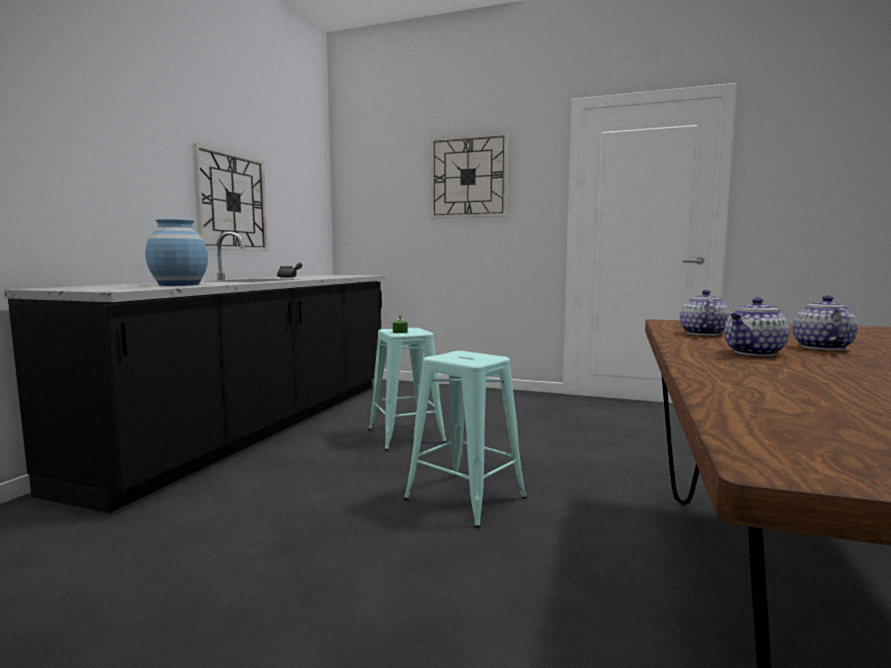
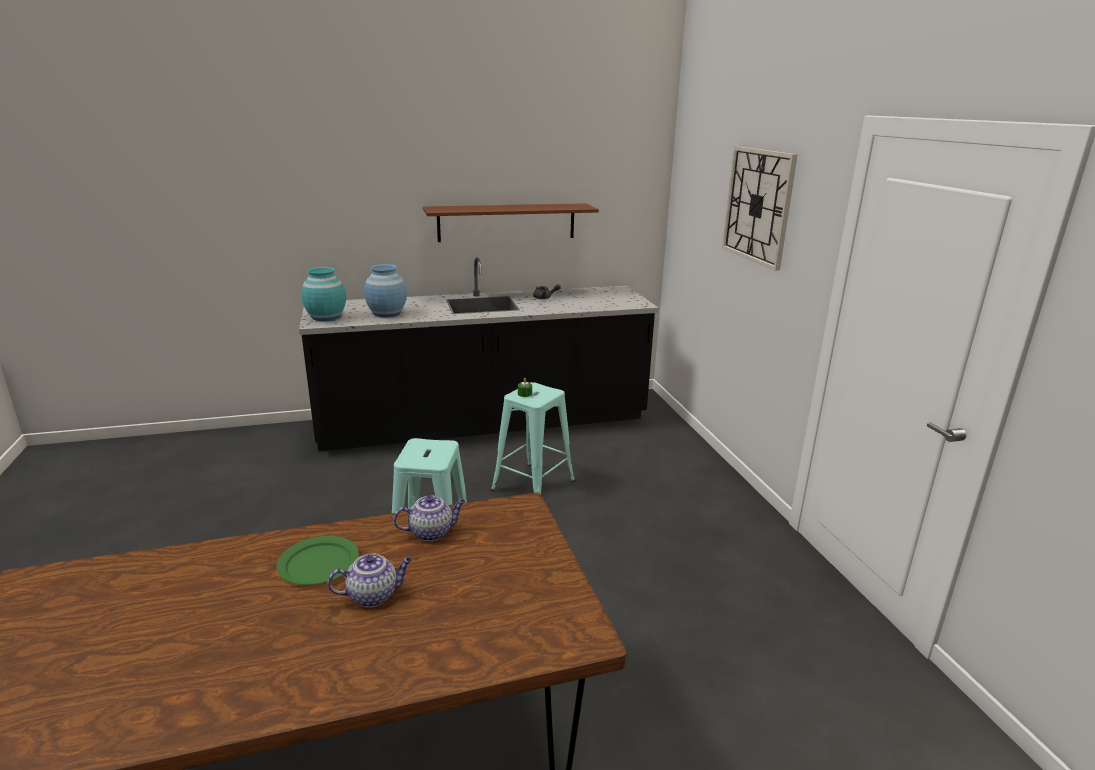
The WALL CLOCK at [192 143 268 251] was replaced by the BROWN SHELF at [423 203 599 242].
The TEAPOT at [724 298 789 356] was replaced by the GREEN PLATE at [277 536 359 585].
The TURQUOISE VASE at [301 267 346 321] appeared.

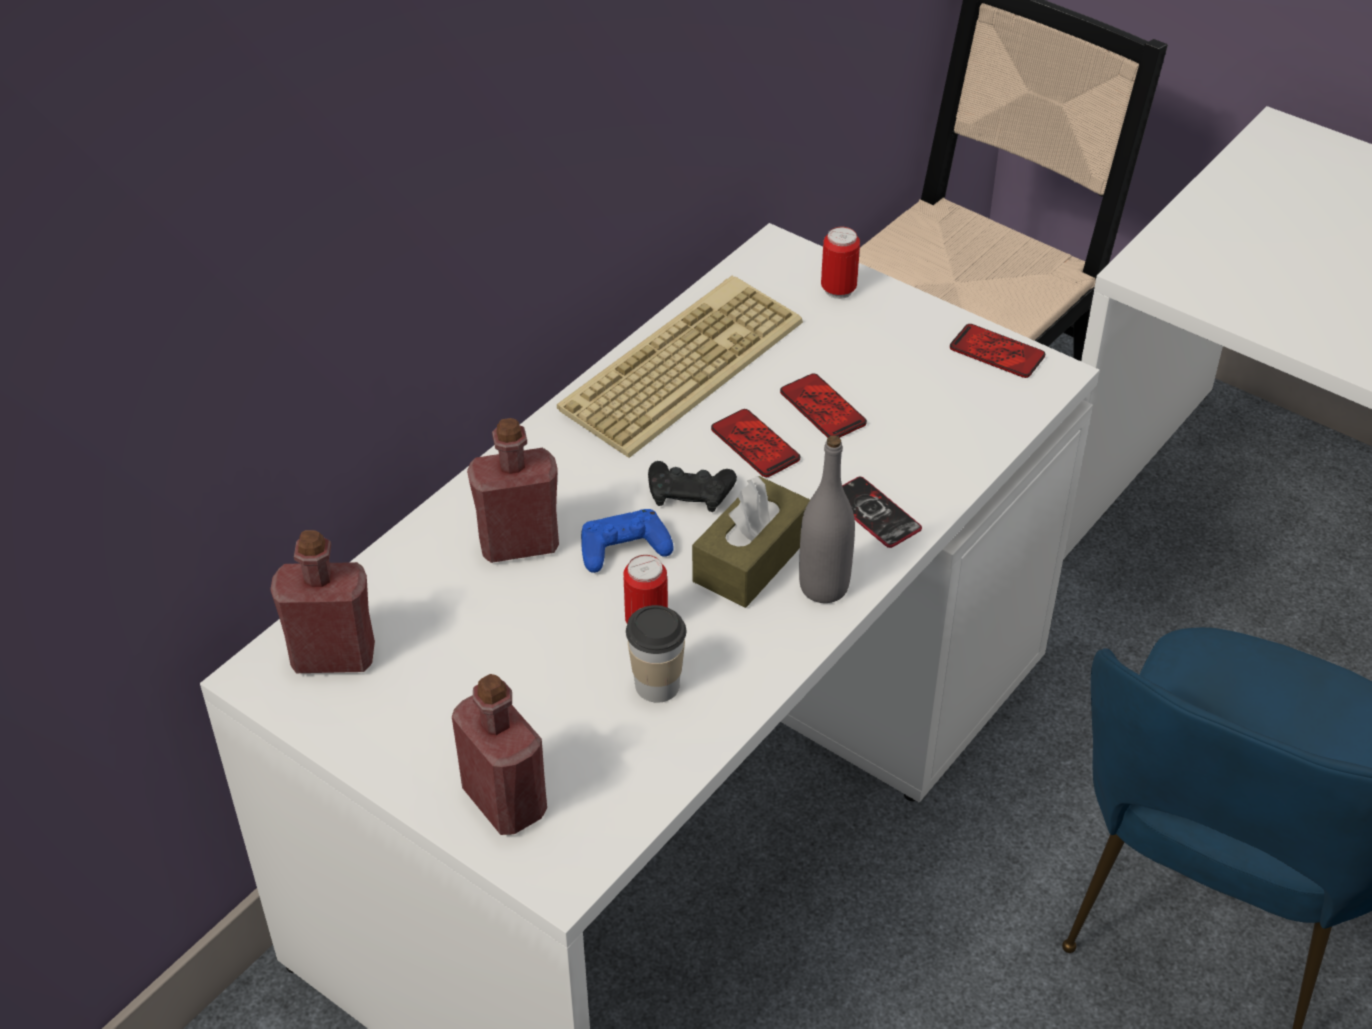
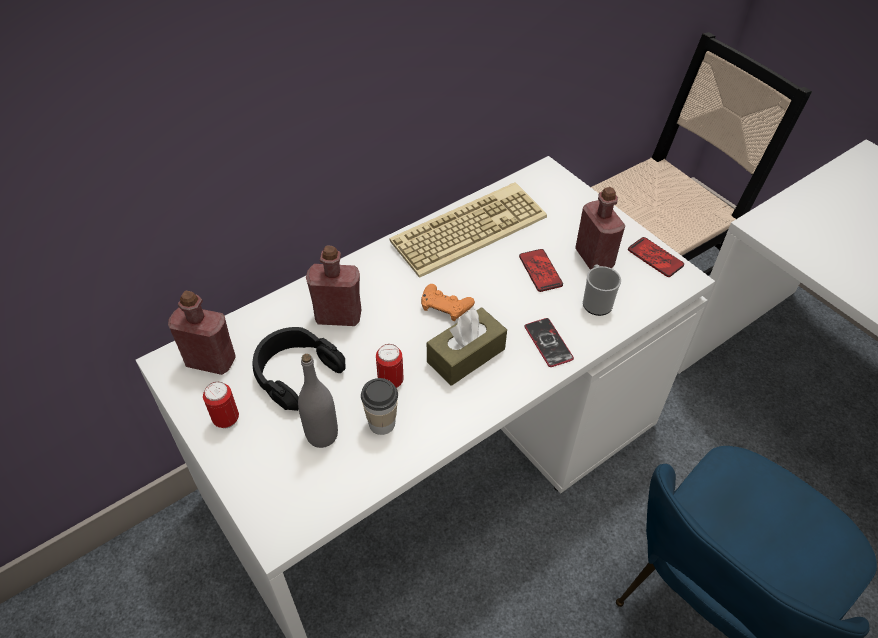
The RED BOTTLE moved from [452 674 547 835] to [575 187 625 270].
The BLUE GAME CONTROLLER at [581 509 674 573] disappeared.
The BLACK GAME CONTROLLER at [648 461 737 512] became the ORANGE GAME CONTROLLER at [421 284 475 321].
The PHONE at [711 409 800 477] disappeared.
The GREY BOTTLE moved from [799 436 855 603] to [298 354 338 448].
The CAN moved from [821 227 860 299] to [203 382 239 428].
The BLACK HEADPHONES at [253 327 345 411] appeared.
The MUG at [583 264 621 316] appeared.

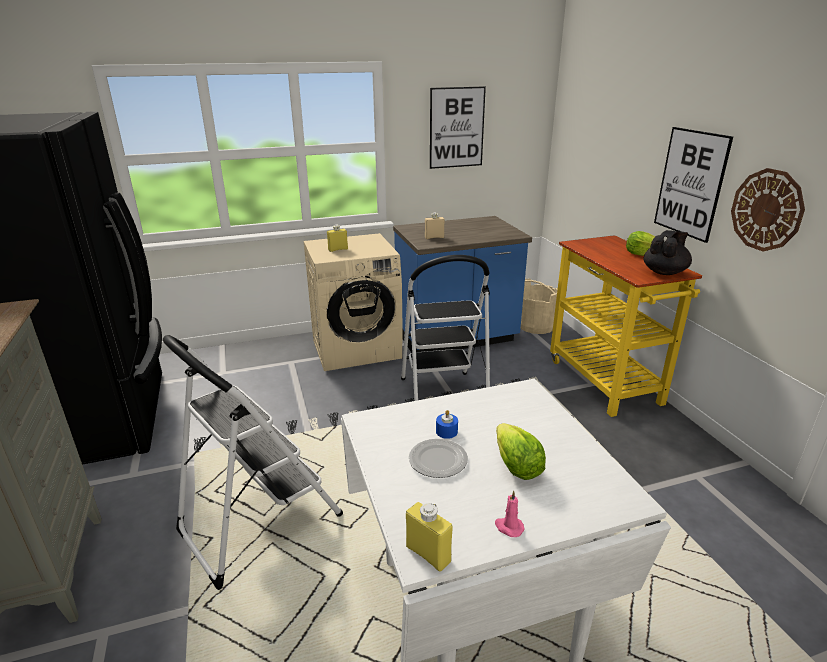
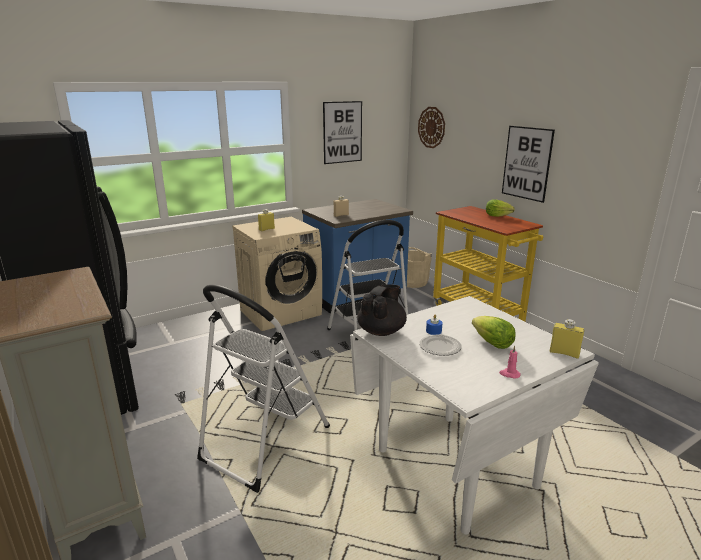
The YELLOW BOTTLE moved from [406 502 452 572] to [550 319 584 359].
The BLACK TEAPOT moved from [644 230 692 275] to [357 284 407 336].
The WALL CLOCK moved from [731 168 805 251] to [418 107 445 148].

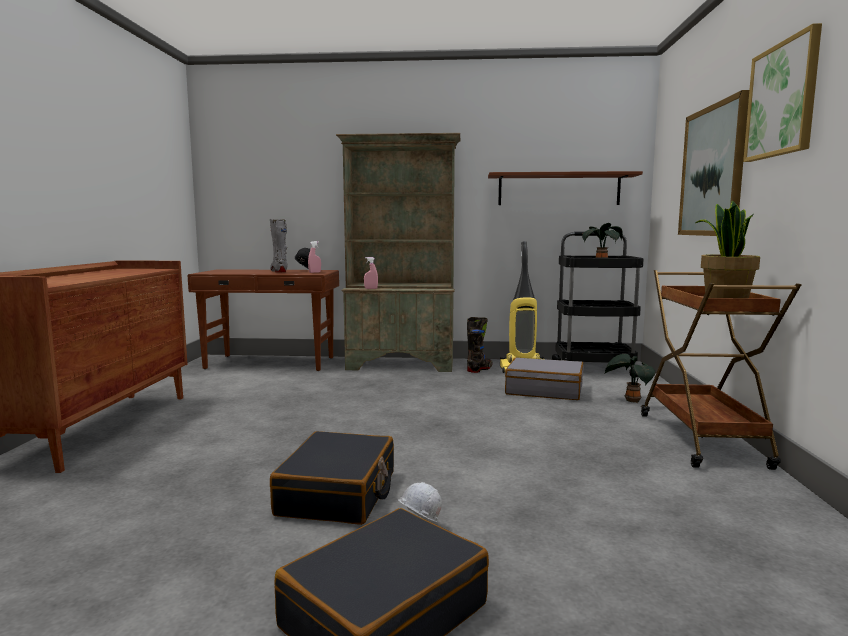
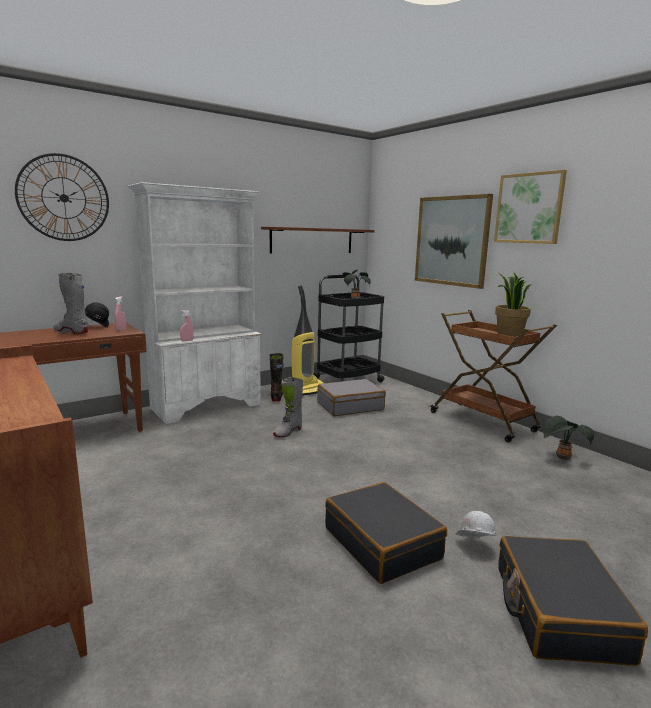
The GREEN BOOKCASE at [336 133 460 372] became the WHITE BOOKCASE at [128 182 262 424].
The POTTED PLANT moved from [605 354 656 403] to [544 416 594 460].
The WALL CLOCK at [15 153 109 241] appeared.
The GREY BOOT at [273 377 303 438] appeared.

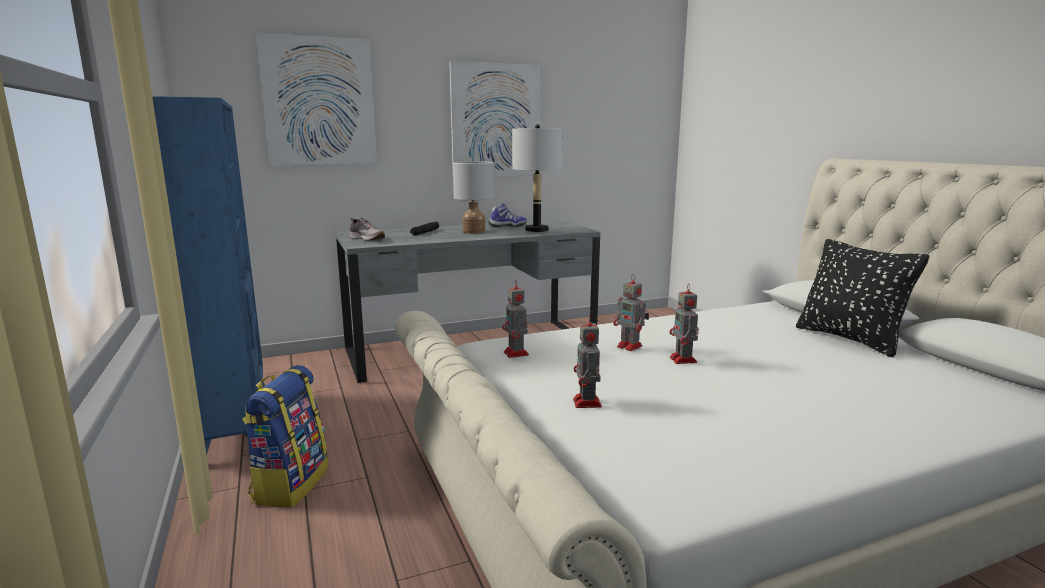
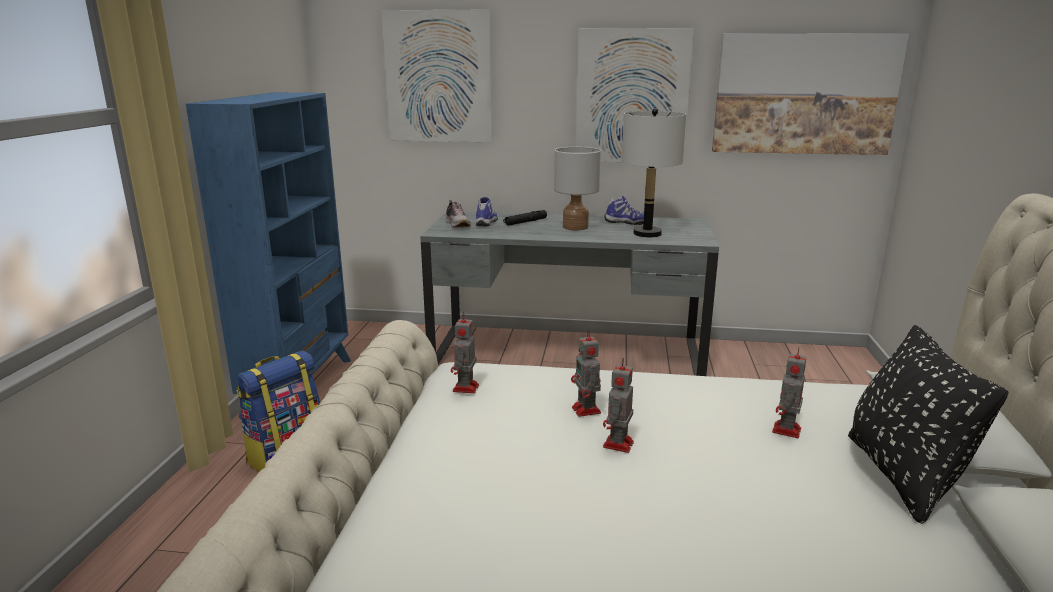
The TOY ROBOT moved from [573 314 602 408] to [772 348 807 438].
The SHOE at [476 197 498 227] appeared.
The PICTURE at [712 33 909 155] appeared.

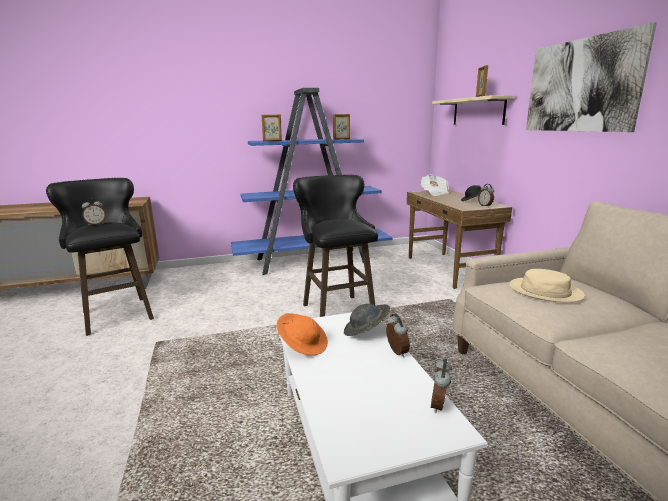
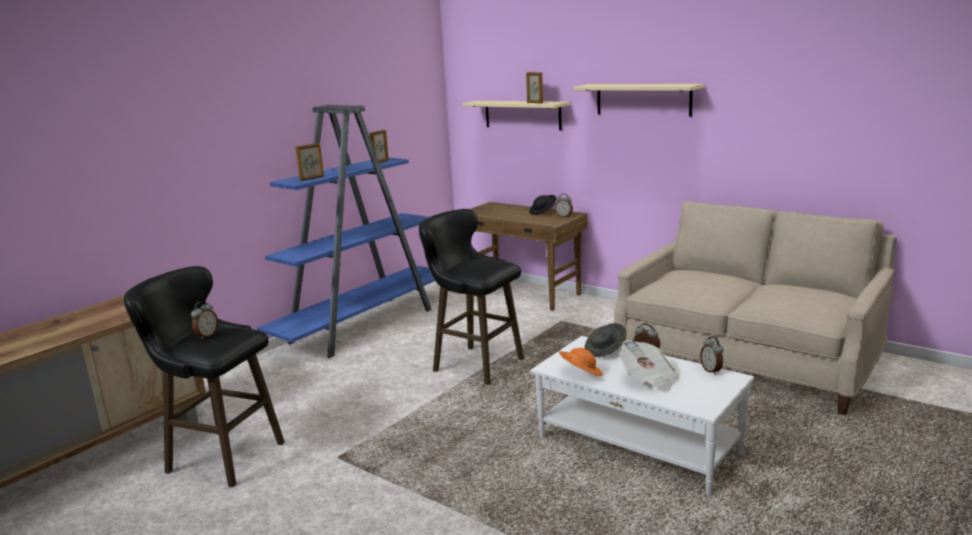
The NEWSPAPER moved from [421 174 449 196] to [619 340 679 393].
The BEIGE HAT at [509 269 585 302] disappeared.
The PICTURE at [526 22 657 132] was replaced by the BEIGE SHELF at [573 84 704 117].

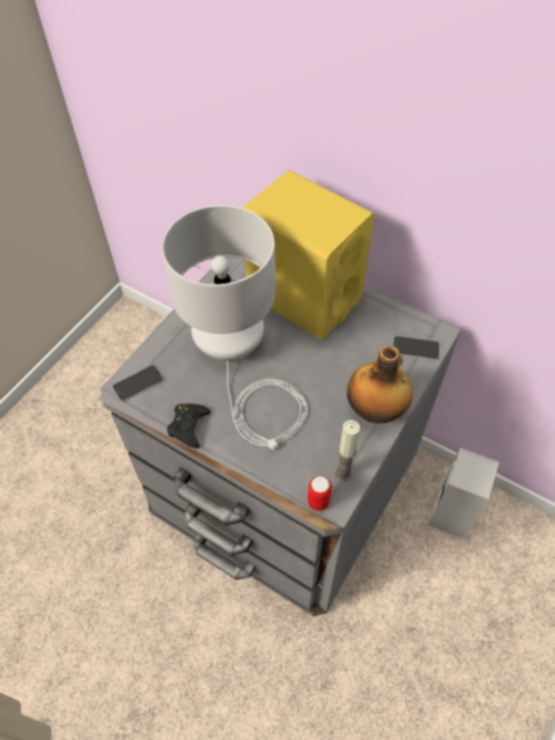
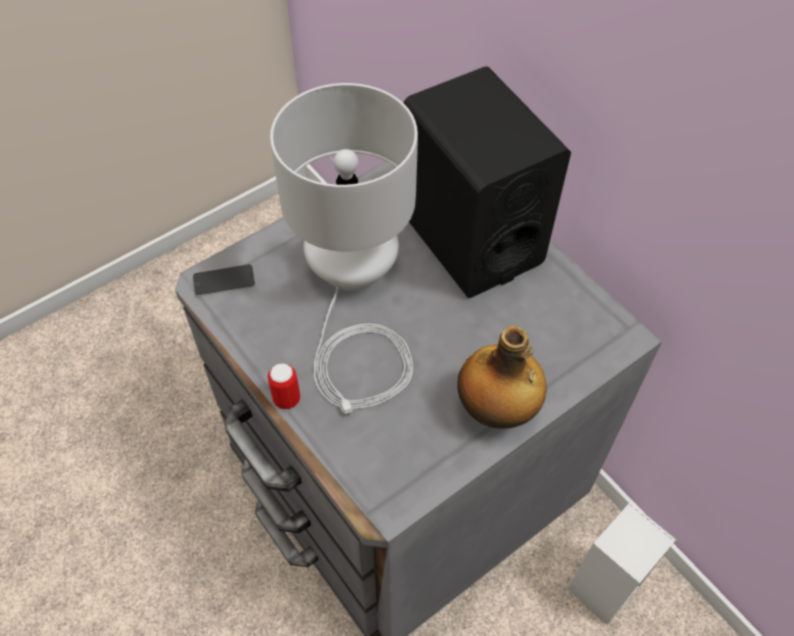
The BLACK GAME CONTROLLER at [167 404 211 449] disappeared.
The YELLOW SPEAKER at [243 170 374 340] became the BLACK SPEAKER at [404 66 571 298].
The CAN moved from [308 476 332 511] to [268 363 300 409].
The CANDLE at [335 420 360 482] disappeared.
The PHONE at [393 336 440 360] disappeared.

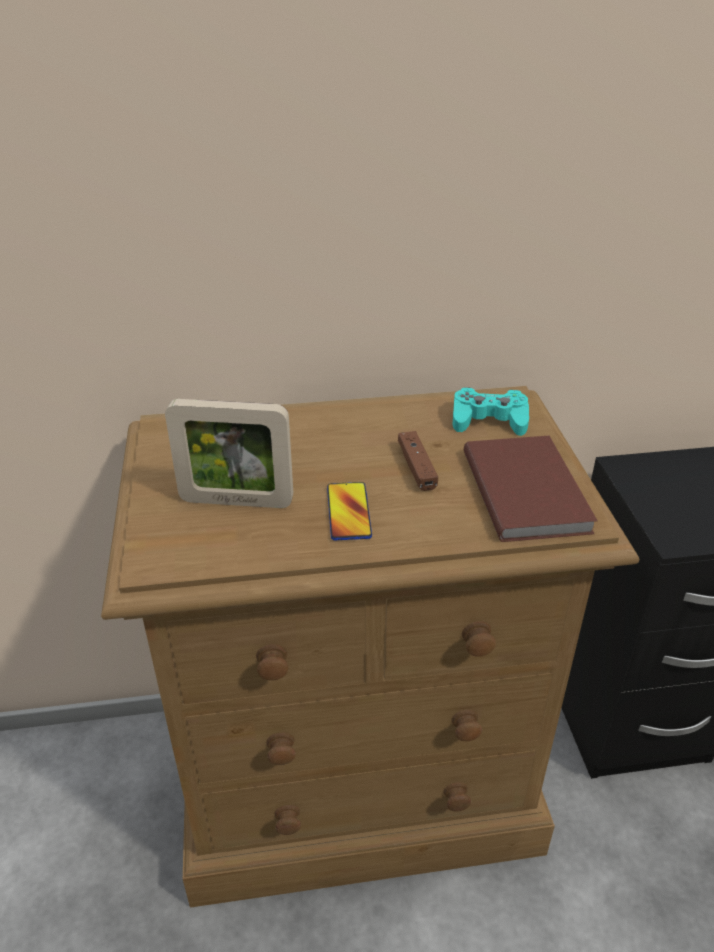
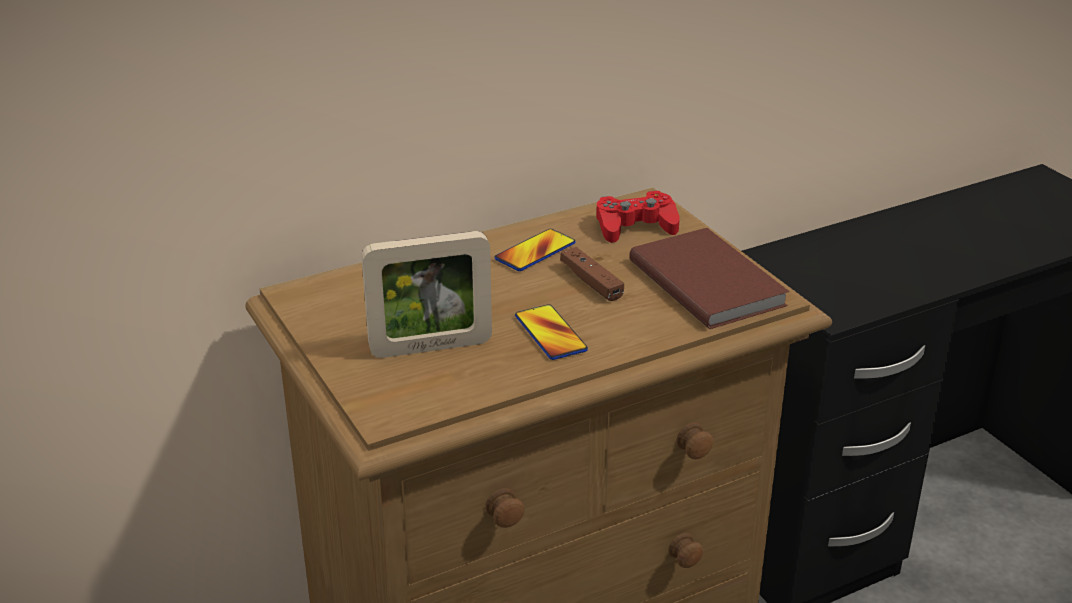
The TURQUOISE GAME CONTROLLER at [453 387 529 436] became the RED GAME CONTROLLER at [596 190 680 243].
The PHONE at [494 229 576 271] appeared.

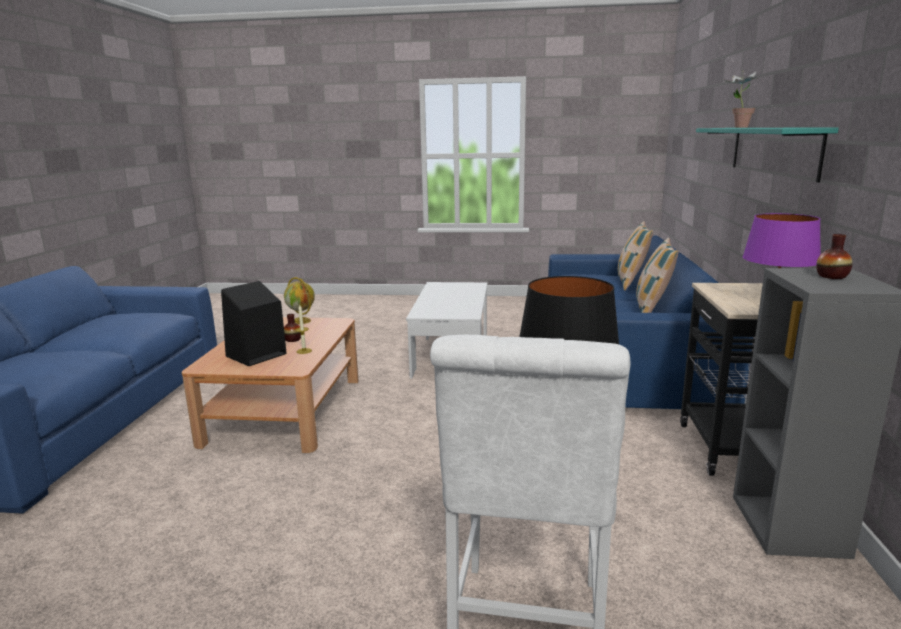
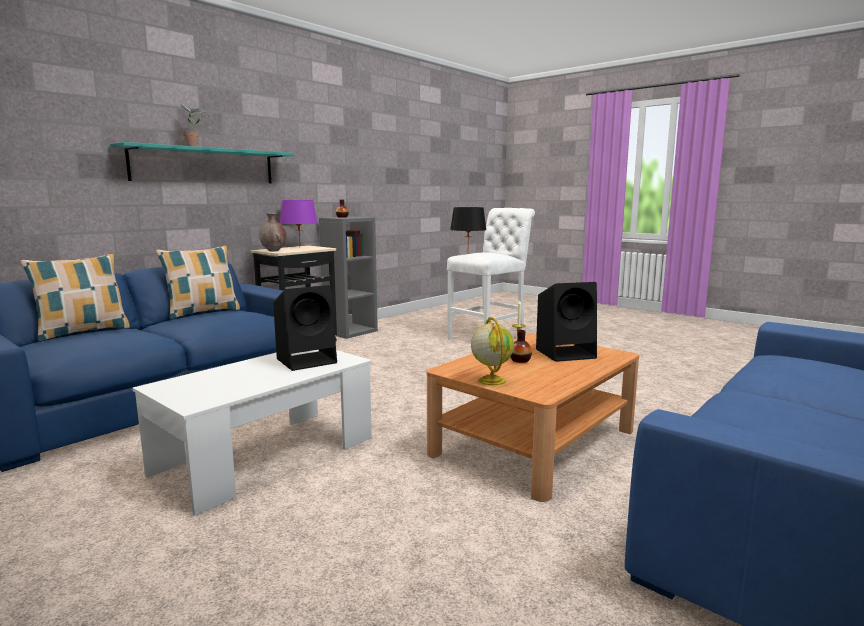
The BROWN VASE at [259 213 286 252] appeared.
The BLACK SPEAKER at [273 285 337 371] appeared.

